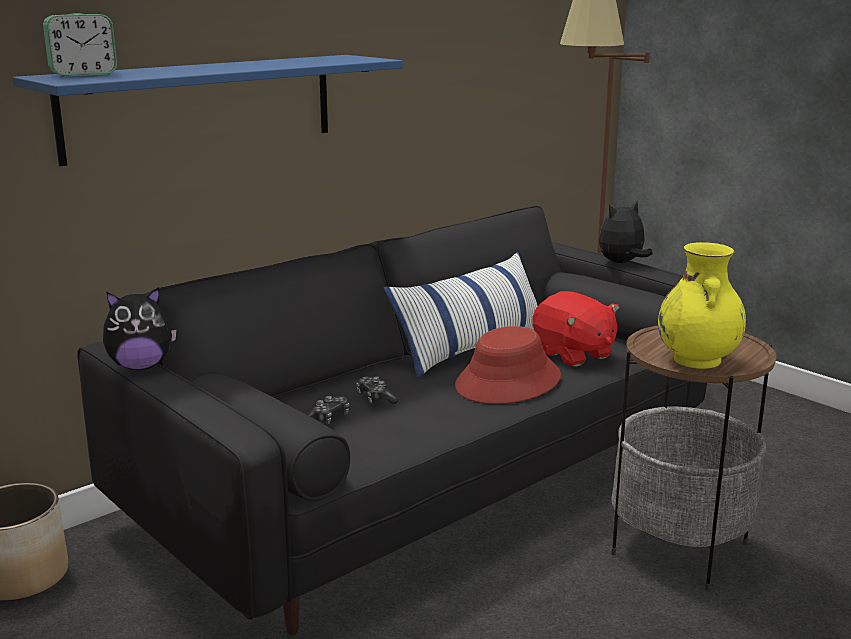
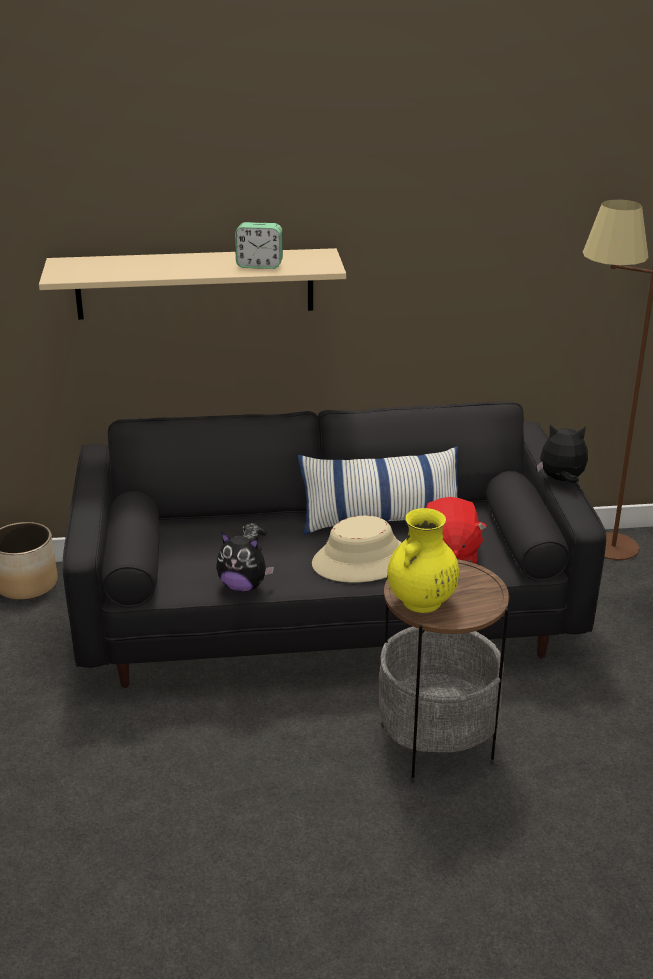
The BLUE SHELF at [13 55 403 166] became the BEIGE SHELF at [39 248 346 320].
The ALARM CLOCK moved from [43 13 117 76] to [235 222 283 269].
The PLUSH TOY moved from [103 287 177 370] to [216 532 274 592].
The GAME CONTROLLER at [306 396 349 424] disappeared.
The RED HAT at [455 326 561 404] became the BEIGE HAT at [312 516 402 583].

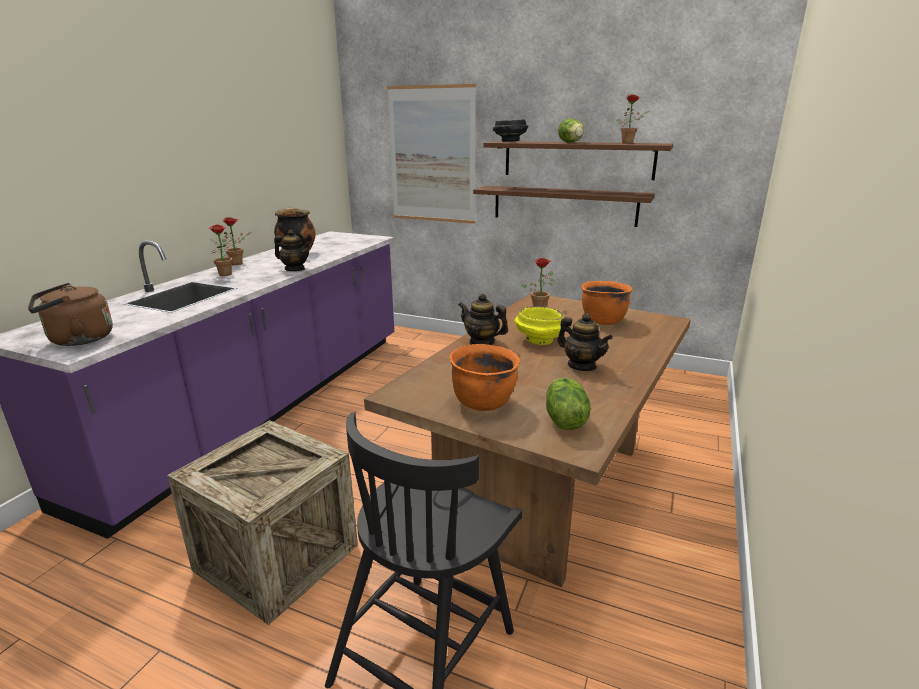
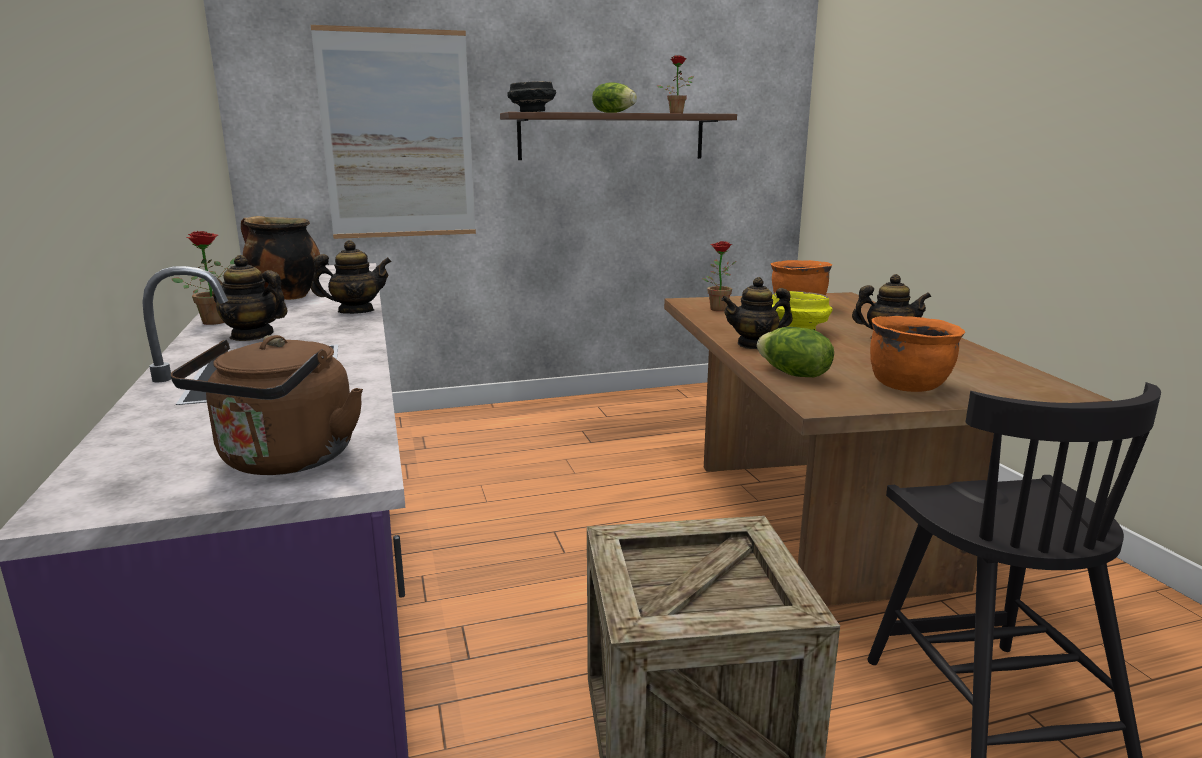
The POTTED PLANT at [209 224 237 276] was replaced by the TEAPOT at [212 255 288 341].
The BROWN SHELF at [473 186 655 227] disappeared.
The LETTUCE moved from [546 378 591 430] to [757 327 834 377].

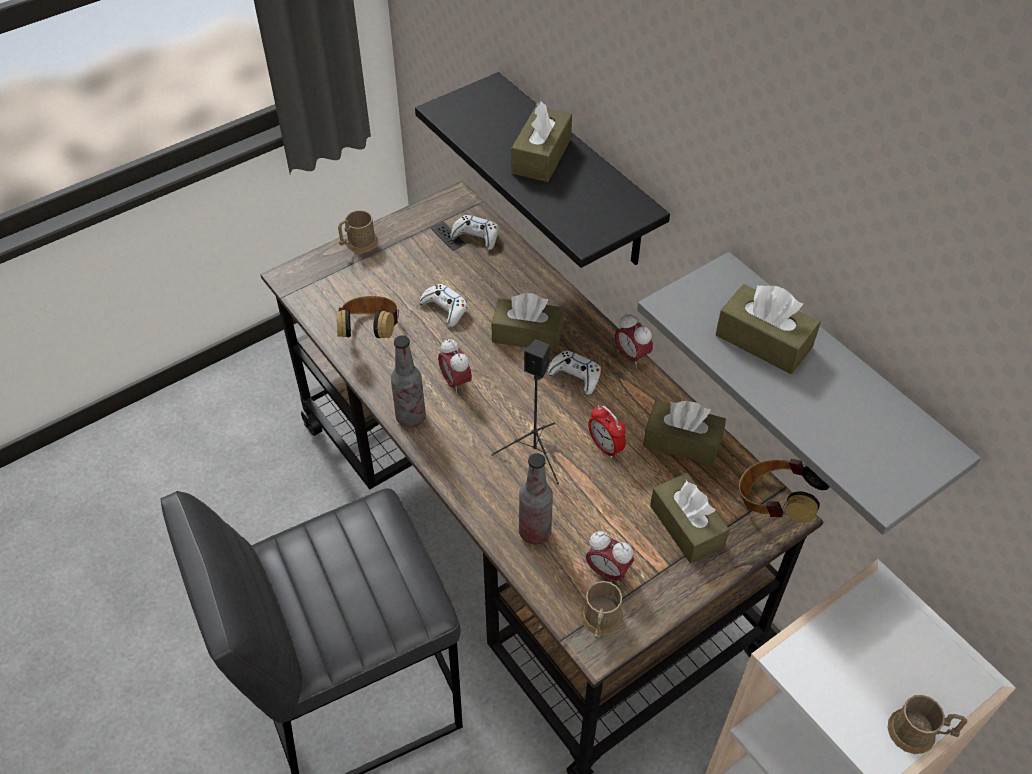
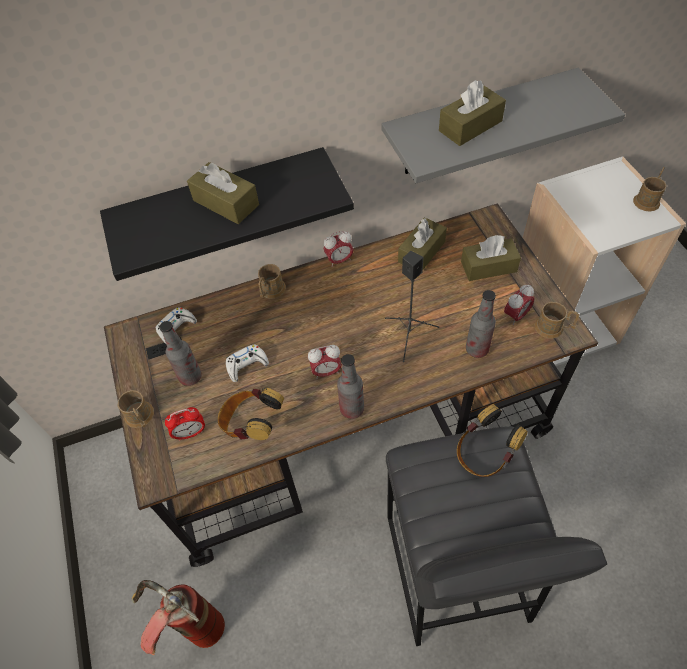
The BROWN TISSUE BOX at [491 293 564 352] disappeared.
The WHITE GAME CONTROLLER at [547 350 601 395] disappeared.
The ALARM CLOCK moved from [588 405 626 459] to [165 407 205 440].
The HEADPHONES moved from [739 459 830 523] to [457 404 528 477].
The FIRE EXTINGUISHER at [132 580 225 655] appeared.
The BOTTLE at [160 321 202 386] appeared.
The BROWN MUG at [258 264 286 299] appeared.

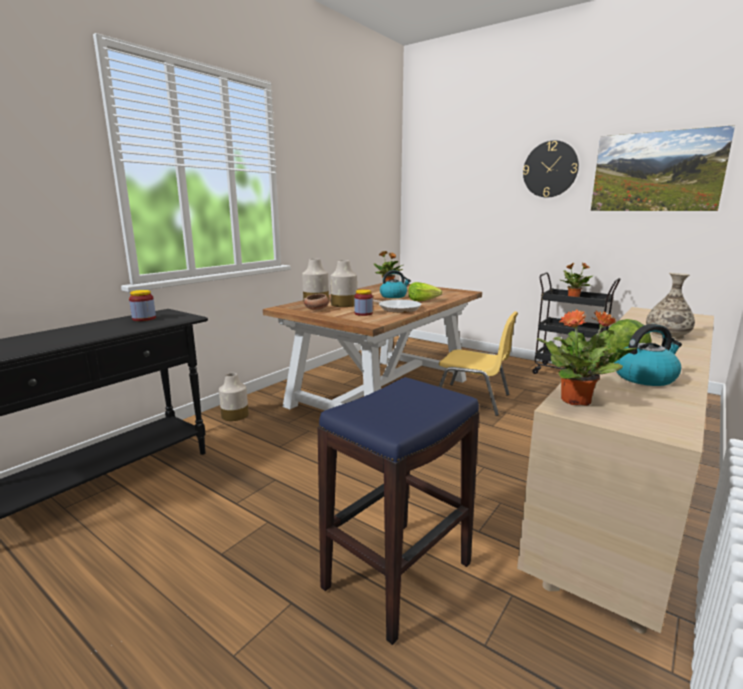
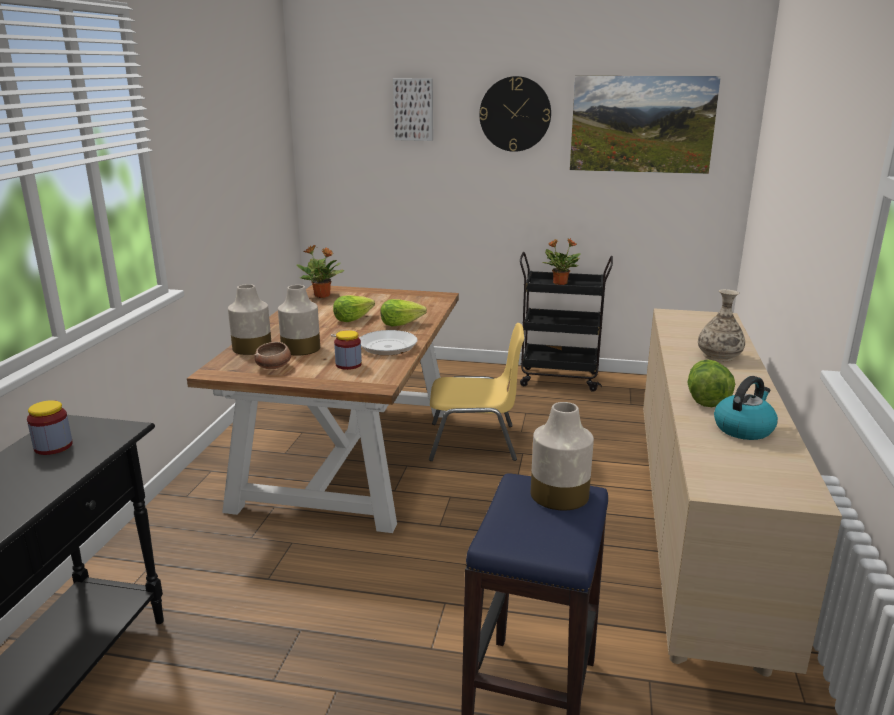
The BEIGE VASE moved from [219 373 249 421] to [531 402 594 510].
The KETTLE at [380 270 411 298] was replaced by the LETTUCE at [333 295 375 322].
The POTTED PLANT at [537 309 637 406] disappeared.
The PICTURE at [393 78 433 141] appeared.

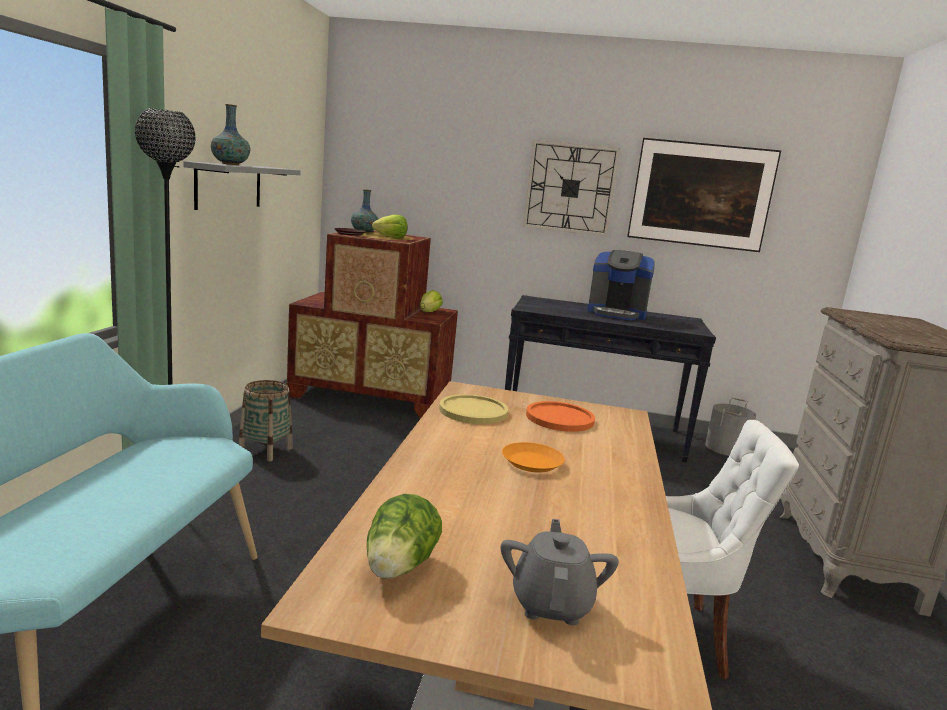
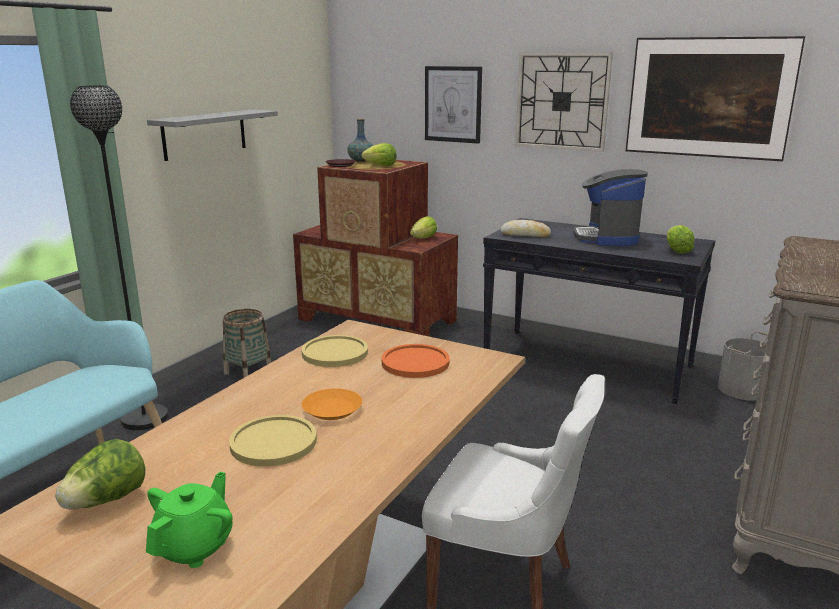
The VASE at [211 104 250 165] disappeared.
The GREY TEAPOT at [501 519 619 625] became the GREEN TEAPOT at [146 472 233 568].
The COFFEE MACHINE at [587 250 655 320] turned 60 degrees clockwise.
The YELLOW PLATE at [229 415 317 467] appeared.
The PICTURE at [425 66 482 144] appeared.
The BREAD at [500 220 551 237] appeared.
The LETTUCE at [667 225 694 254] appeared.

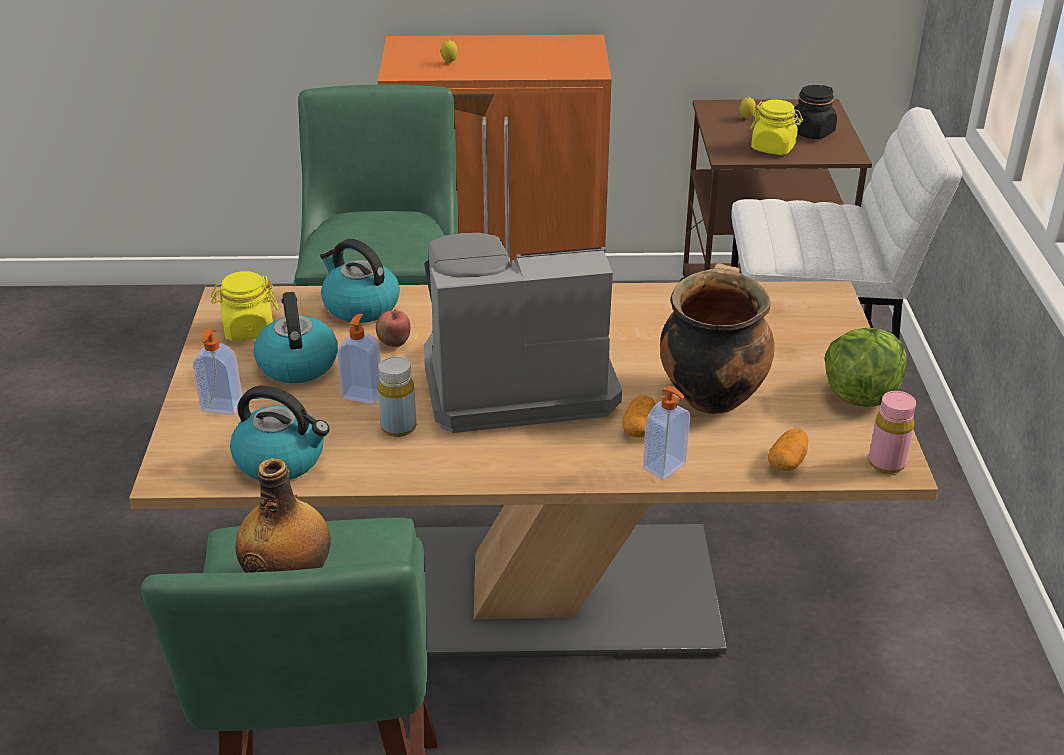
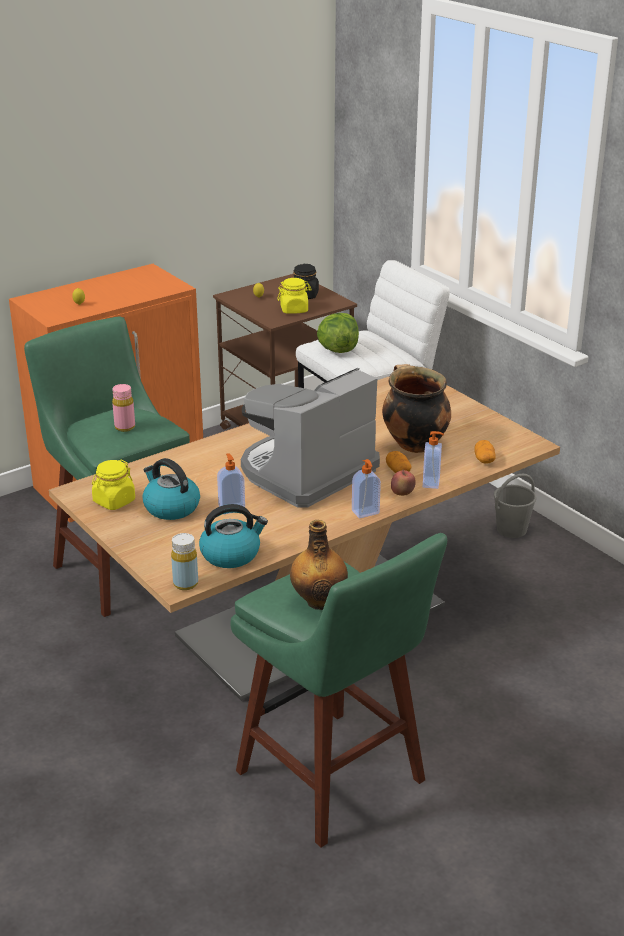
The SOAP DISPENSER moved from [193 329 242 415] to [352 459 381 518].
The KETTLE at [320 239 400 323] disappeared.
The APPLE moved from [376 310 411 347] to [391 469 416 496].
The YELLOW BOTTLE moved from [378 356 417 437] to [171 533 198 590].
The LETTUCE moved from [825 327 907 407] to [317 313 359 353].
The PINK BOTTLE moved from [868 391 916 474] to [112 384 135 432].
The GREY BUCKET at [494 473 536 538] appeared.

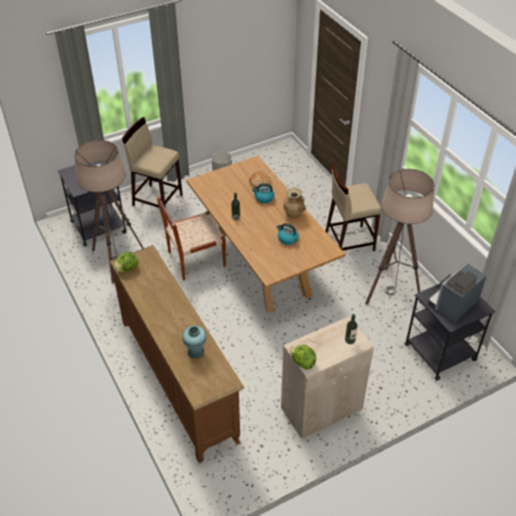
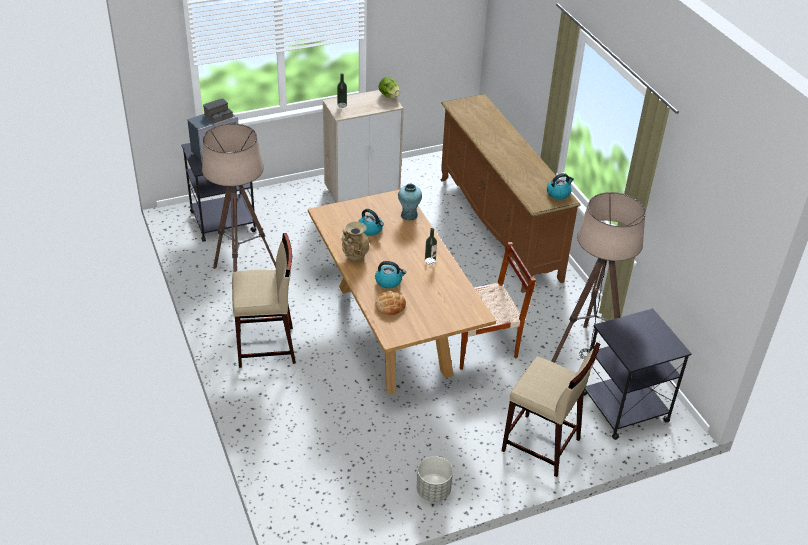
The LETTUCE at [114 252 139 272] was replaced by the KETTLE at [547 173 574 199].
The TURQUOISE VASE moved from [182 326 207 359] to [398 184 422 221].

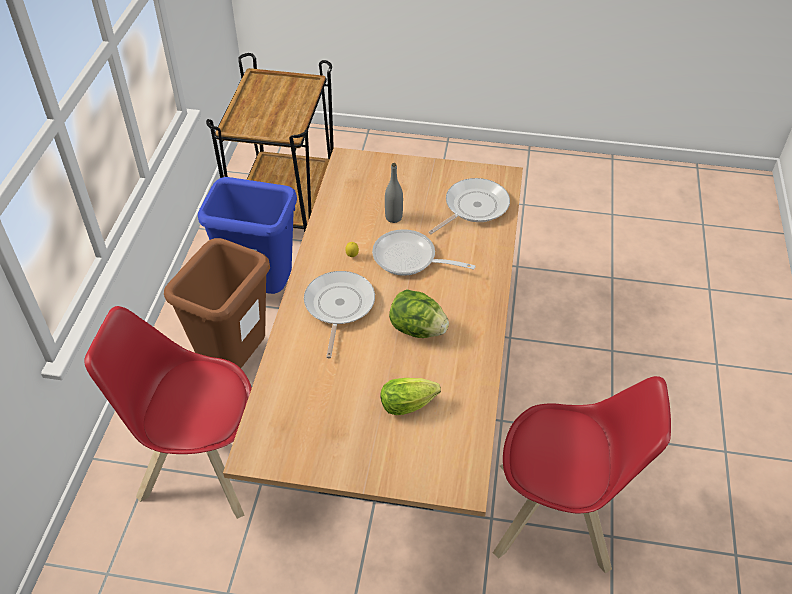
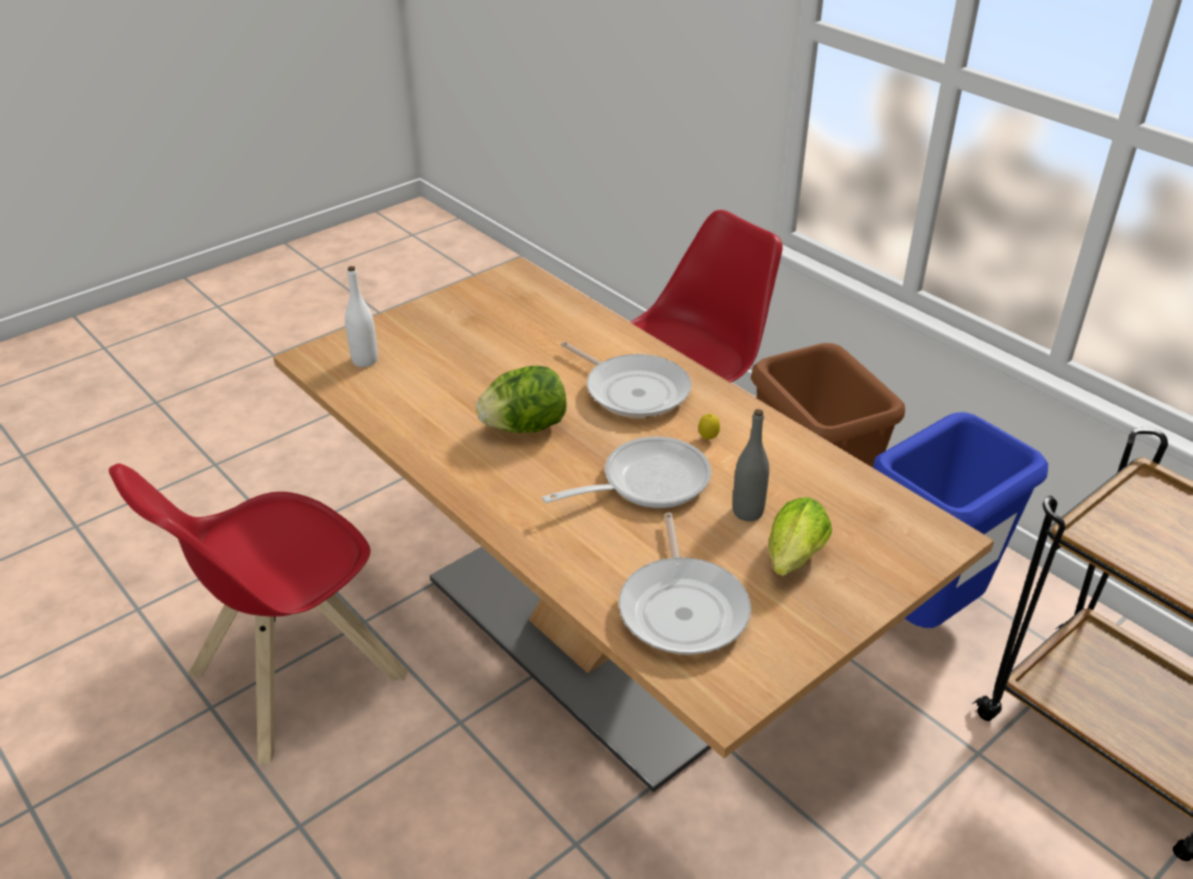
The LETTUCE moved from [380 378 441 415] to [769 497 832 576].
The WHITE BOTTLE at [345 266 378 367] appeared.

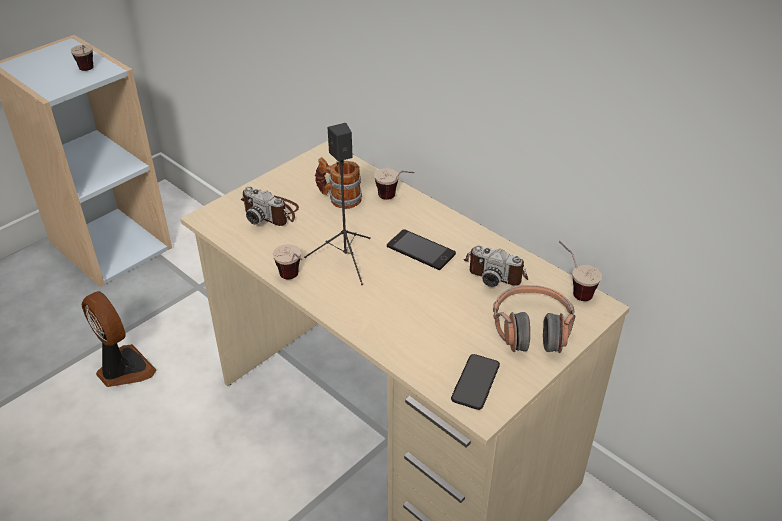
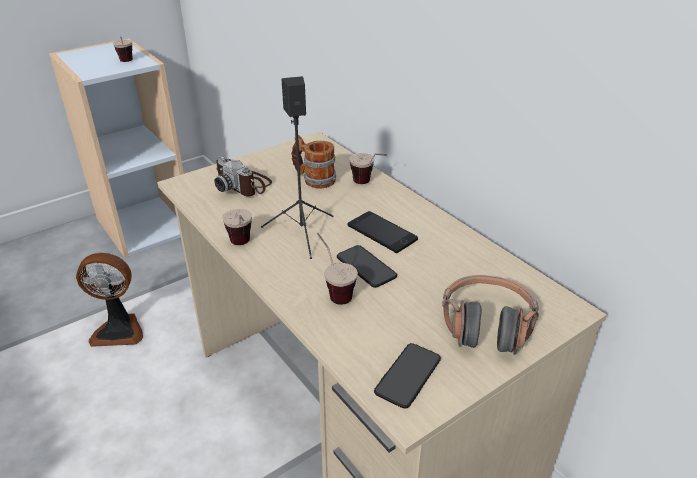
The FAN at [82 291 156 387] turned 120 degrees clockwise.
The PHOTO CAMERA at [464 246 528 287] disappeared.
The CUP moved from [559 241 602 301] to [317 233 358 305].
The PHONE at [337 245 397 288] appeared.

